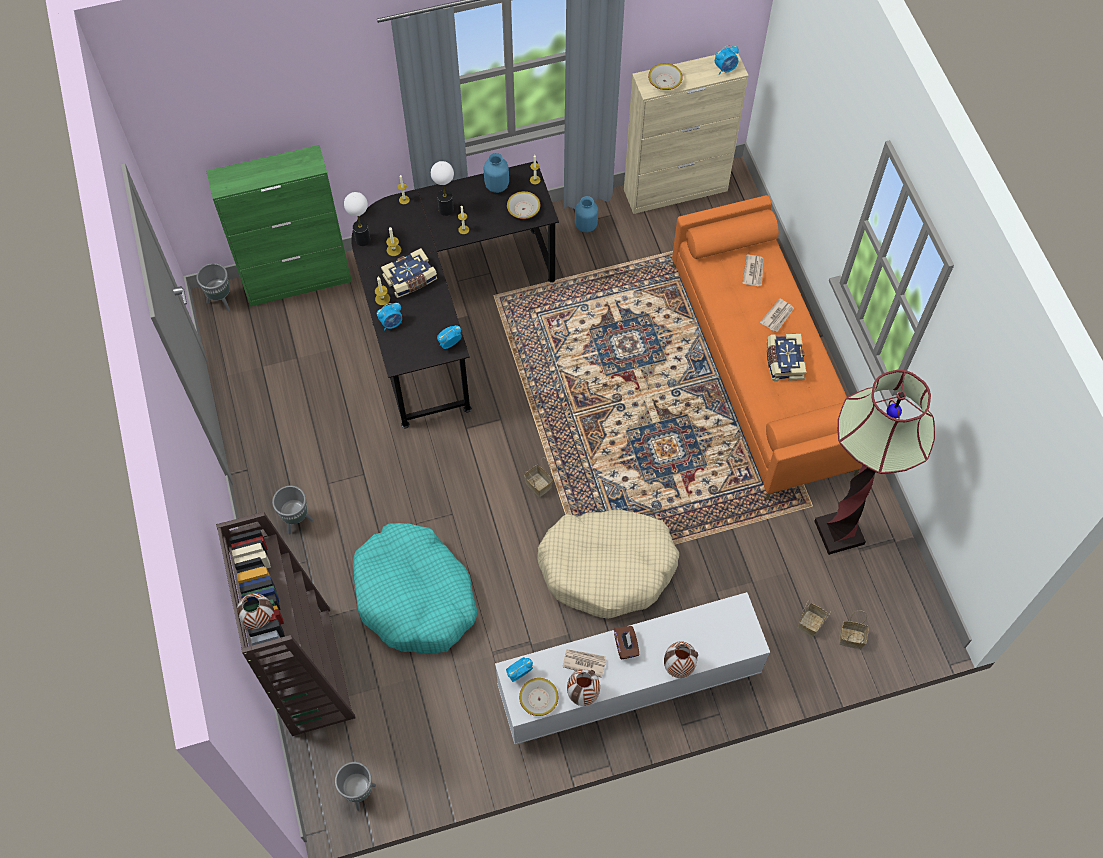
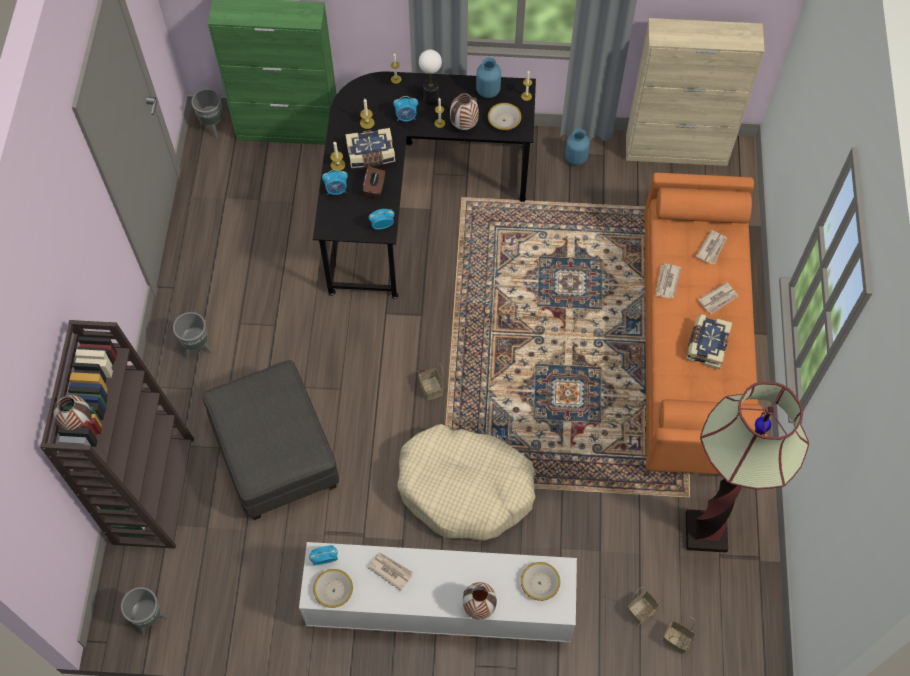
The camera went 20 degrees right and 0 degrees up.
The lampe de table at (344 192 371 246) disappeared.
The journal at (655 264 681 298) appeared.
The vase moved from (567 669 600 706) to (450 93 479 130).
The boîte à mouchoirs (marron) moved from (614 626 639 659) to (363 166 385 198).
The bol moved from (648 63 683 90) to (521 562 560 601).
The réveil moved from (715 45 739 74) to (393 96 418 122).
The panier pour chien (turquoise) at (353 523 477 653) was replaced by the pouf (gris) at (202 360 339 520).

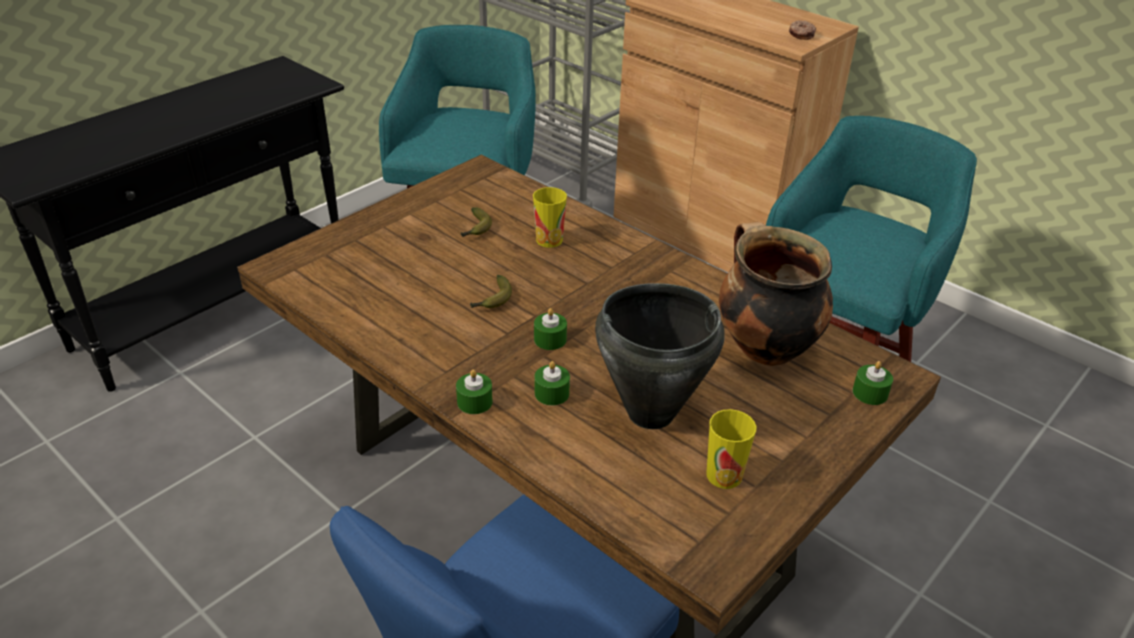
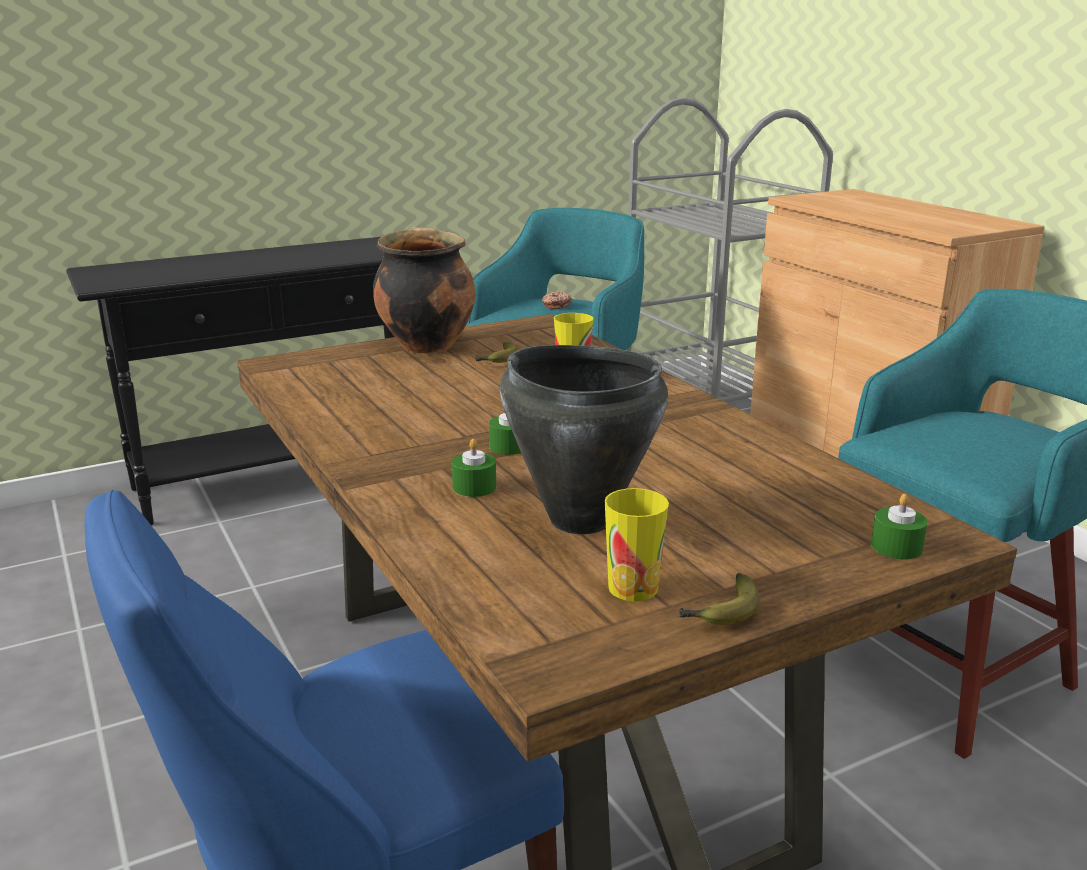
The camera went 20 degrees right and 15 degrees down.
The bougie (vert) at (456 369 493 414) disappeared.
The banane moved from (470 275 512 308) to (679 573 760 625).
The marmite moved from (719 222 833 366) to (373 227 475 354).
The beignet moved from (789 20 816 40) to (542 292 572 309).

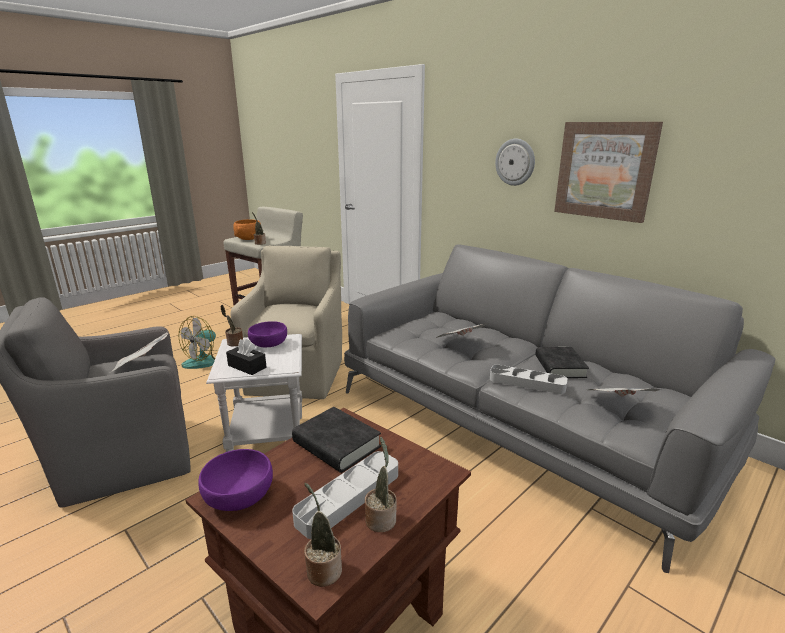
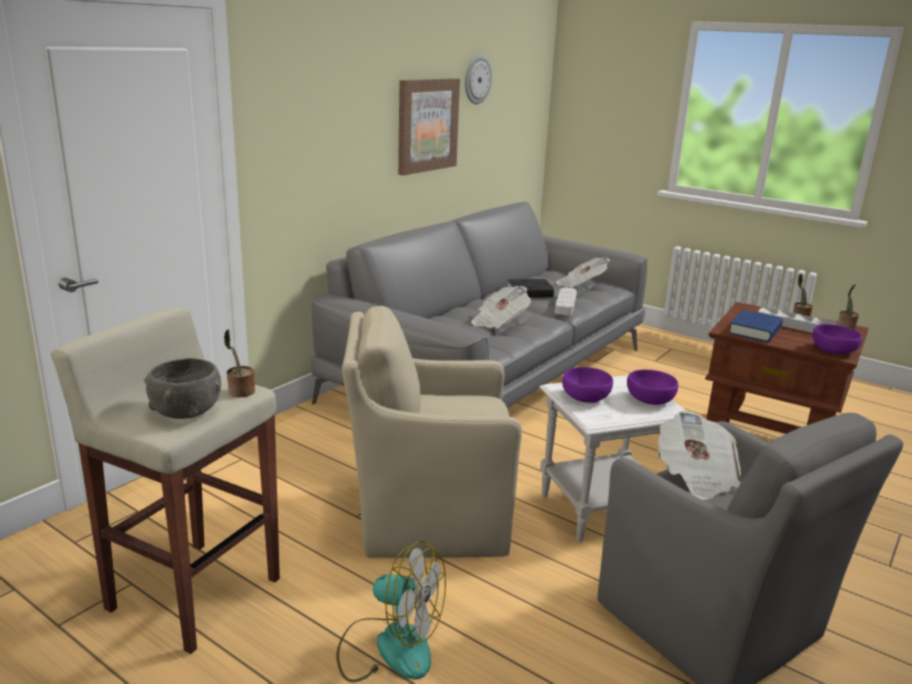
The camera went 100 degrees left and 0 degrees up.
The plante en pot at (221 305 243 346) disappeared.
The horloge murale moved from (495 138 535 186) to (465 55 492 104).
The boîte à mouchoirs (noir) at (226 338 267 375) was replaced by the bol (violet) at (627 370 678 405).
The bol (orange) at (233 219 261 240) became the bol (gris) at (144 358 221 419).
The livre (noir) at (292 407 381 473) became the livre (bleu) at (729 310 783 342).

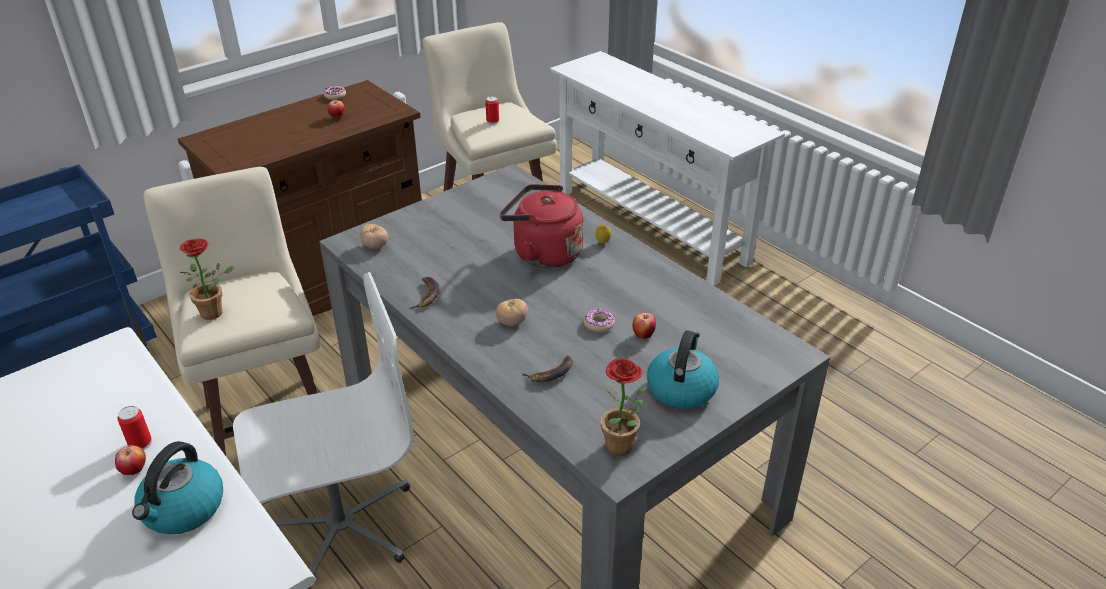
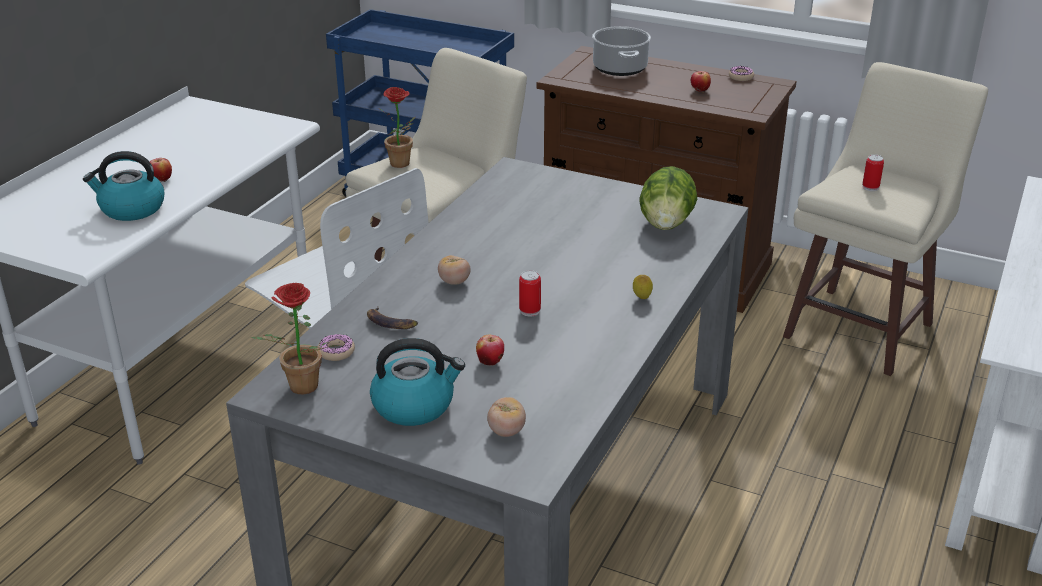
The camera went 65 degrees right and 5 degrees down.
The banane at (409 277 440 309) disappeared.
The bouilloire (rouge) at (500 184 584 268) disappeared.
The marmite at (592 26 651 76) appeared.
The laitue at (639 166 697 230) appeared.
The boîte métallique moved from (118 406 152 450) to (519 270 541 316).
The tomate moved from (360 224 388 249) to (487 397 526 437).
The beignet moved from (583 308 615 332) to (317 334 355 361).

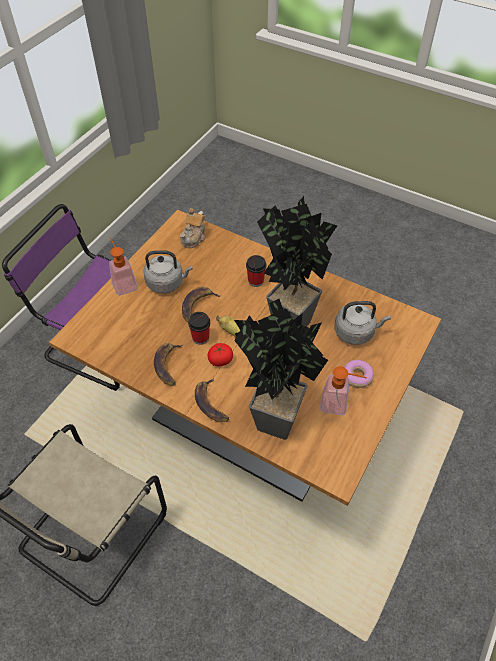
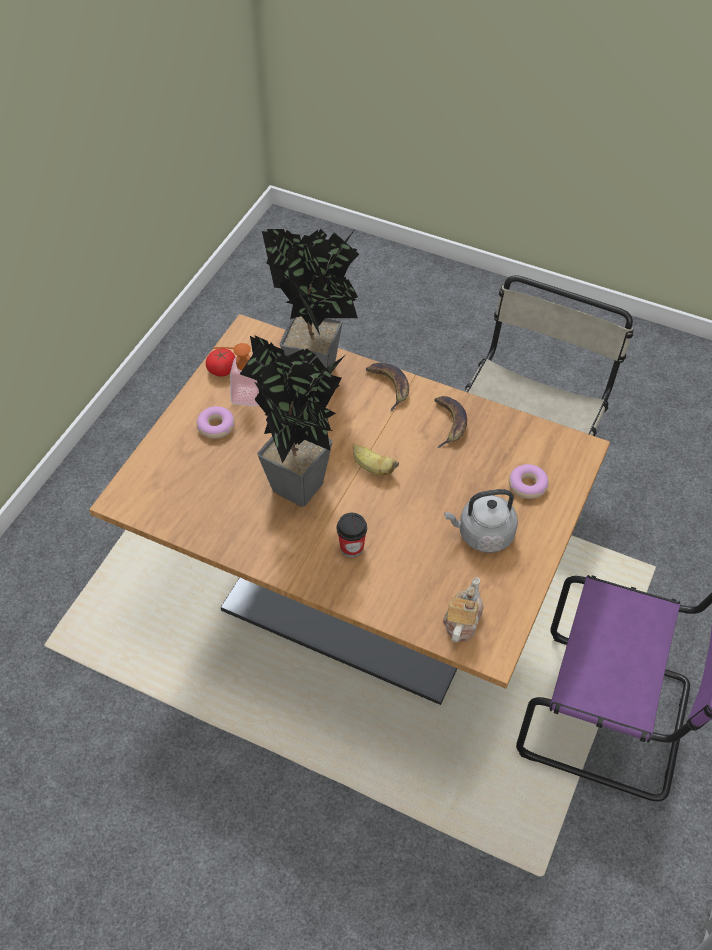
The camera went 175 degrees right and 0 degrees up.
The distributeur de savon at (109 238 138 296) disappeared.
The banane at (182 287 220 322) disappeared.
The tasse at (188 312 210 345) disappeared.
The bouilloire (gris) at (335 301 391 345) disappeared.
The beignet at (509 464 549 499) appeared.
The tomate moved from (208 343 233 366) to (206 349 235 377).

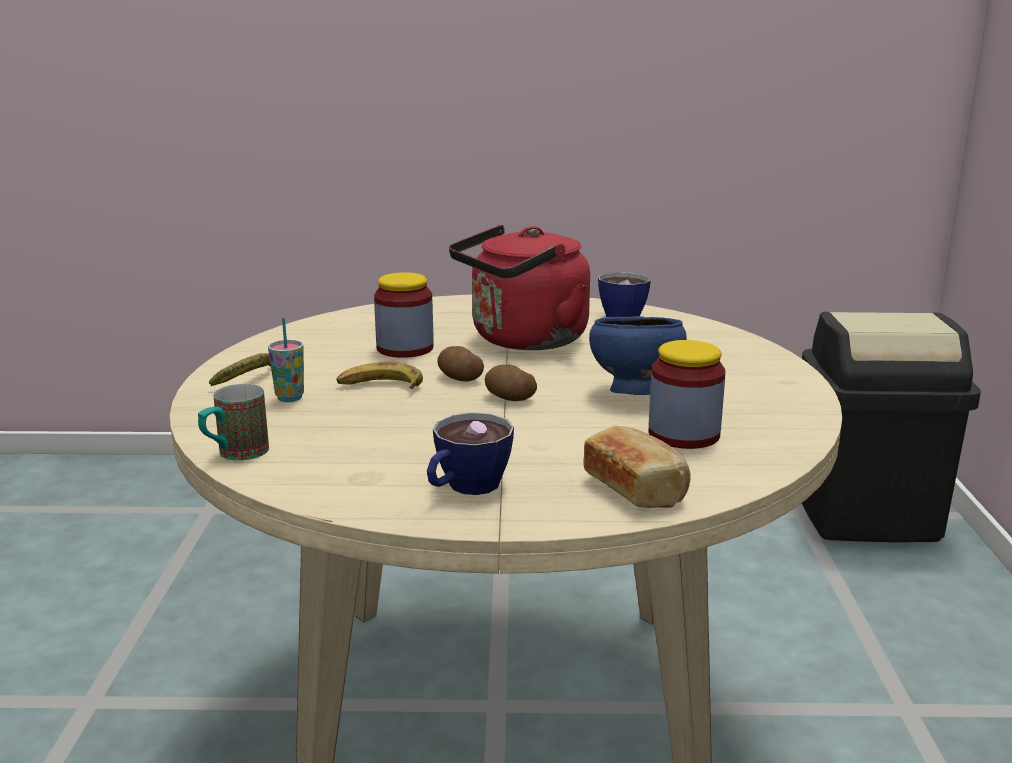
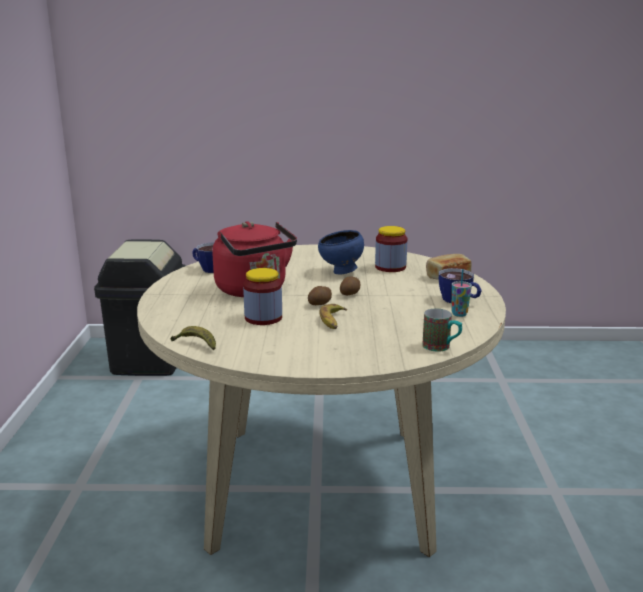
The camera went 90 degrees left and 0 degrees up.
The banane moved from (209 353 271 386) to (171 326 216 350).
The tasse moved from (268 318 304 402) to (452 269 472 317).

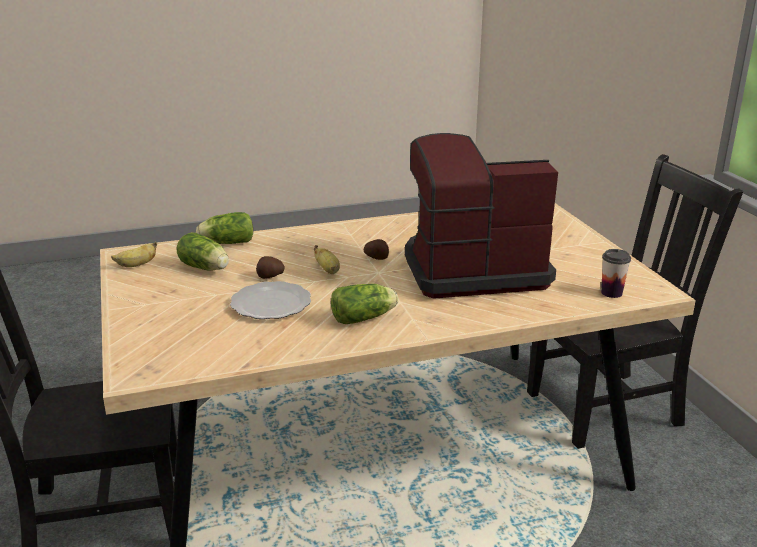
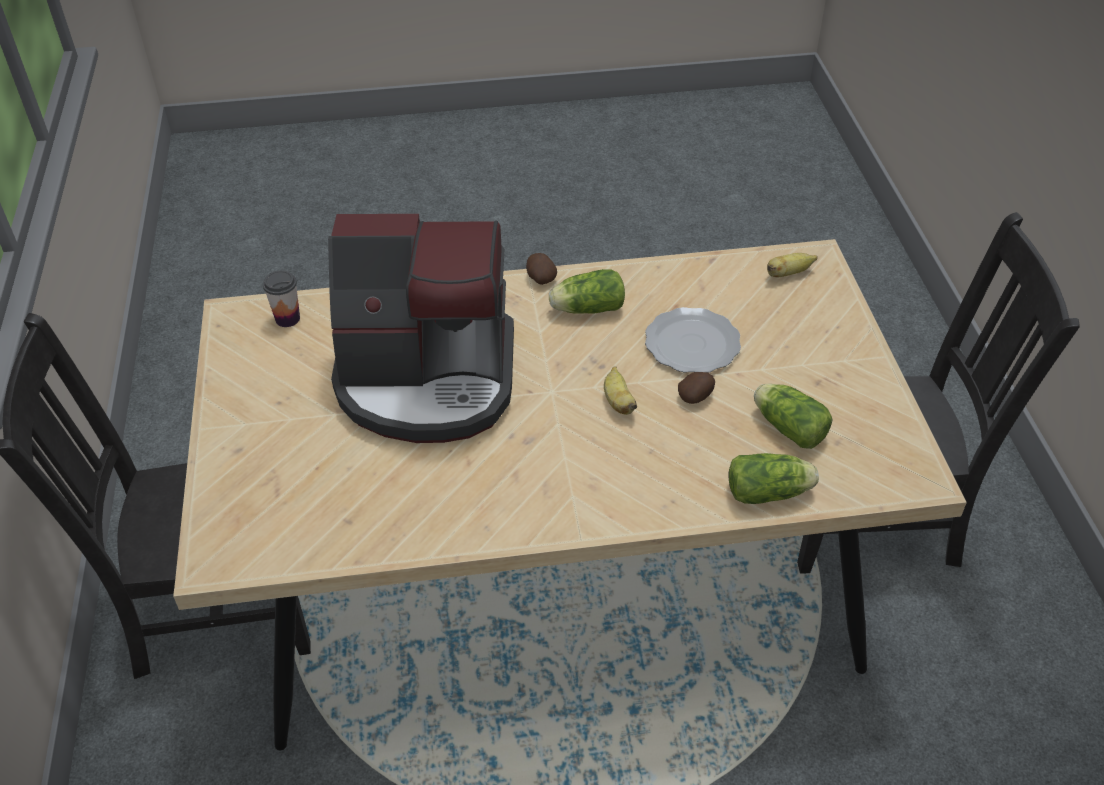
The camera went 170 degrees left and 20 degrees up.
The banane moved from (111 241 157 267) to (767 253 818 277).
The pomme de terre moved from (364 239 389 260) to (526 253 557 285).

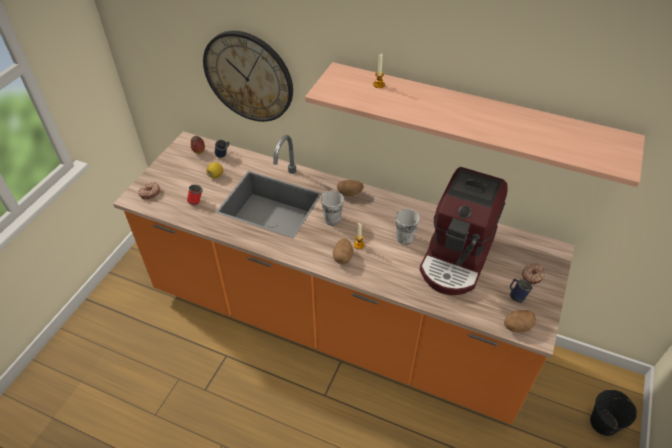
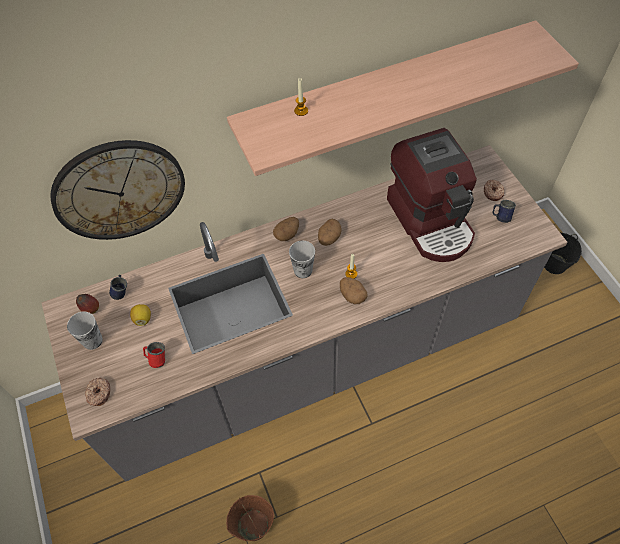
The camera went 45 degrees left and 10 degrees up.
The seau (marron) at (226 495 274 541) appeared.
The tasse moved from (396 209 419 245) to (67 312 103 350).
The pomme de terre moved from (504 310 536 332) to (318 219 341 246).
The comptoir de cuisine (orange) at (113 131 575 424) became the comptoir de cuisine (gris) at (41 145 568 482).

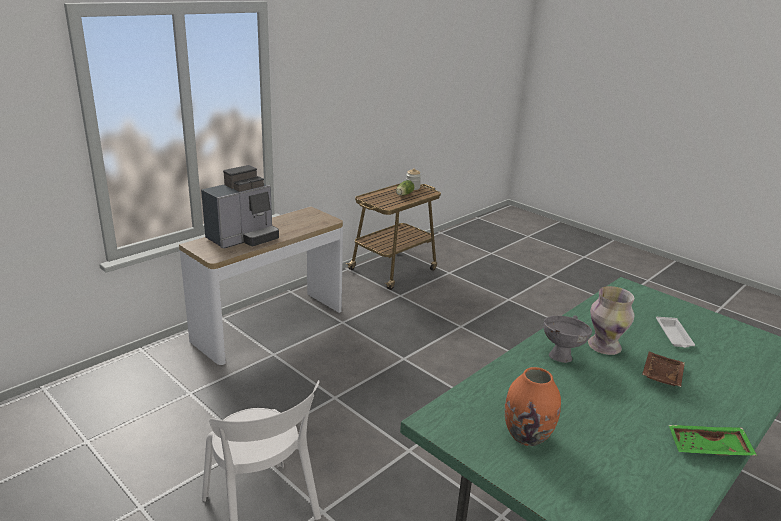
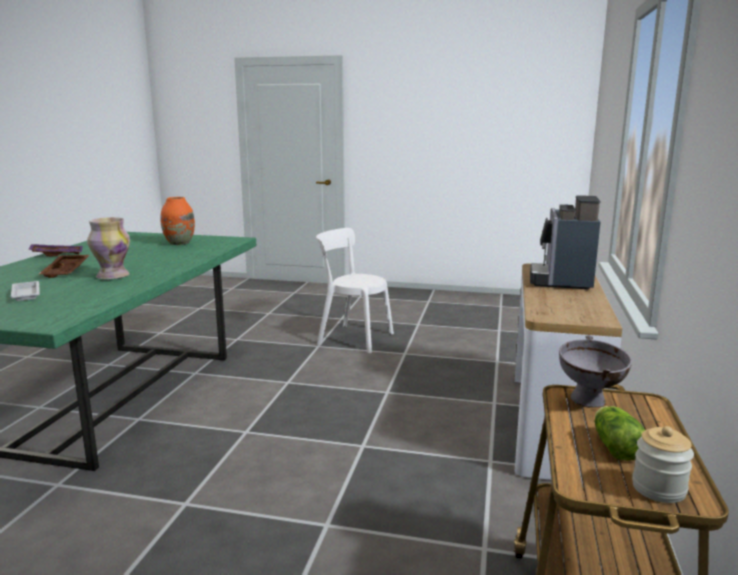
The camera went 150 degrees right and 10 degrees down.
The bol (gris) moved from (543 315 592 363) to (559 335 632 408).
The plateau (vert) at (669 425 757 456) became the plateau (violet) at (28 244 83 256).

